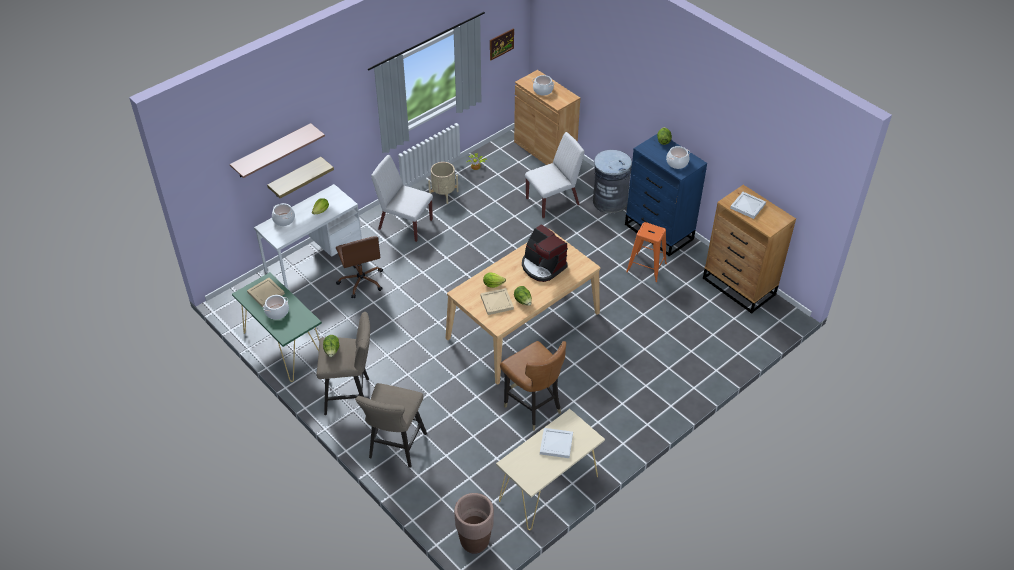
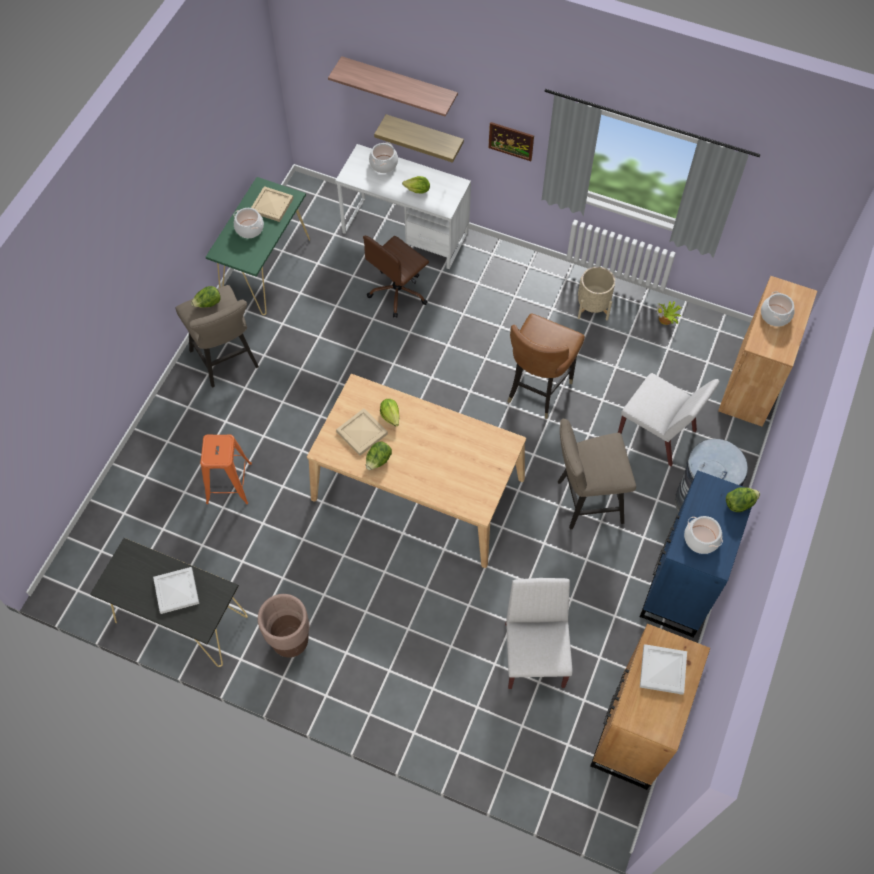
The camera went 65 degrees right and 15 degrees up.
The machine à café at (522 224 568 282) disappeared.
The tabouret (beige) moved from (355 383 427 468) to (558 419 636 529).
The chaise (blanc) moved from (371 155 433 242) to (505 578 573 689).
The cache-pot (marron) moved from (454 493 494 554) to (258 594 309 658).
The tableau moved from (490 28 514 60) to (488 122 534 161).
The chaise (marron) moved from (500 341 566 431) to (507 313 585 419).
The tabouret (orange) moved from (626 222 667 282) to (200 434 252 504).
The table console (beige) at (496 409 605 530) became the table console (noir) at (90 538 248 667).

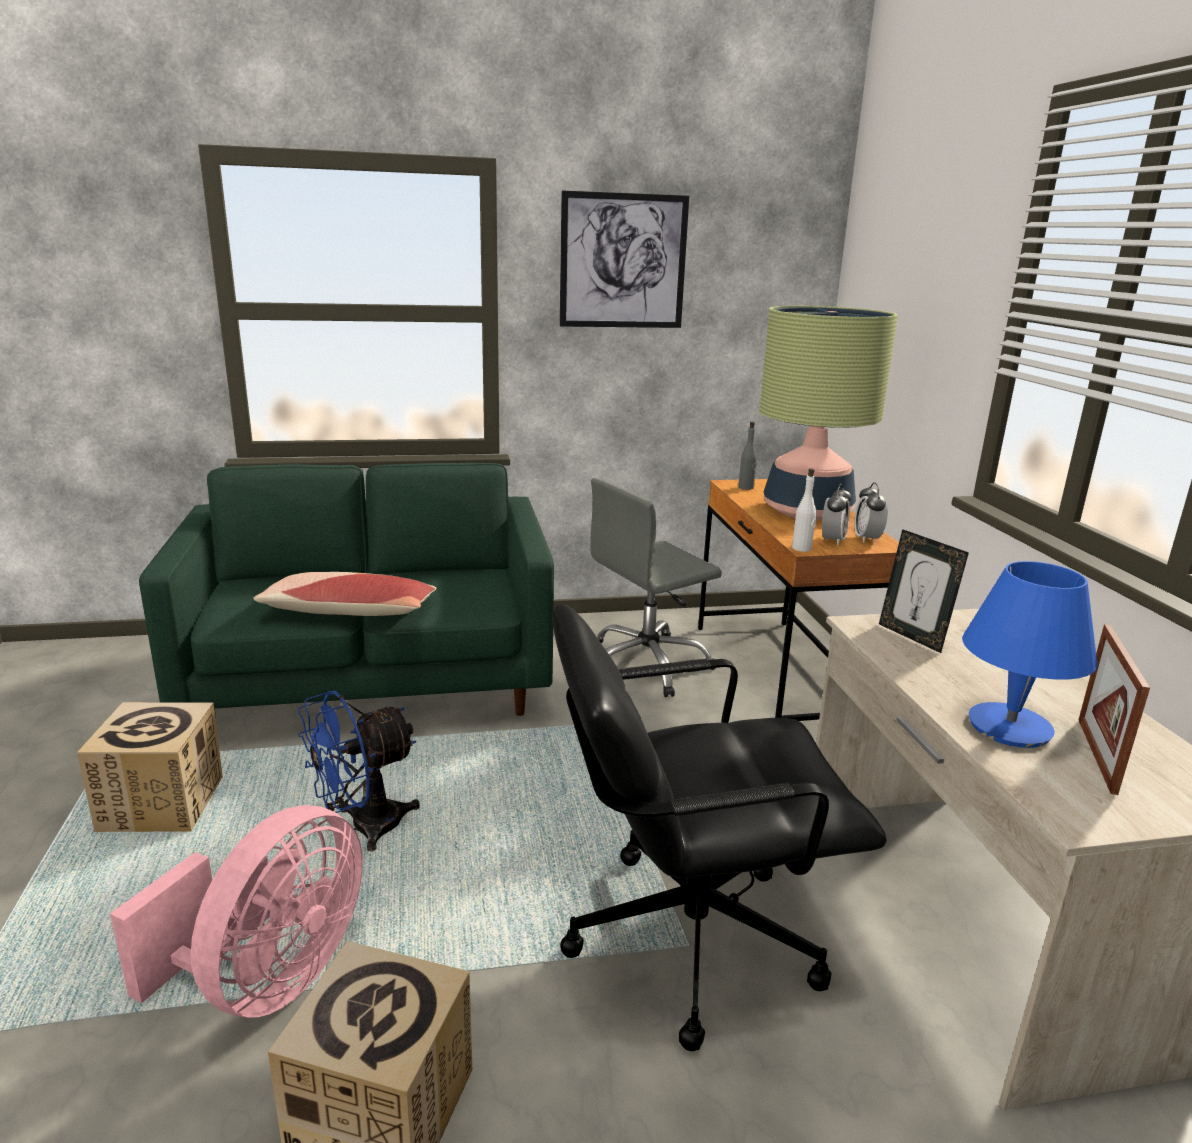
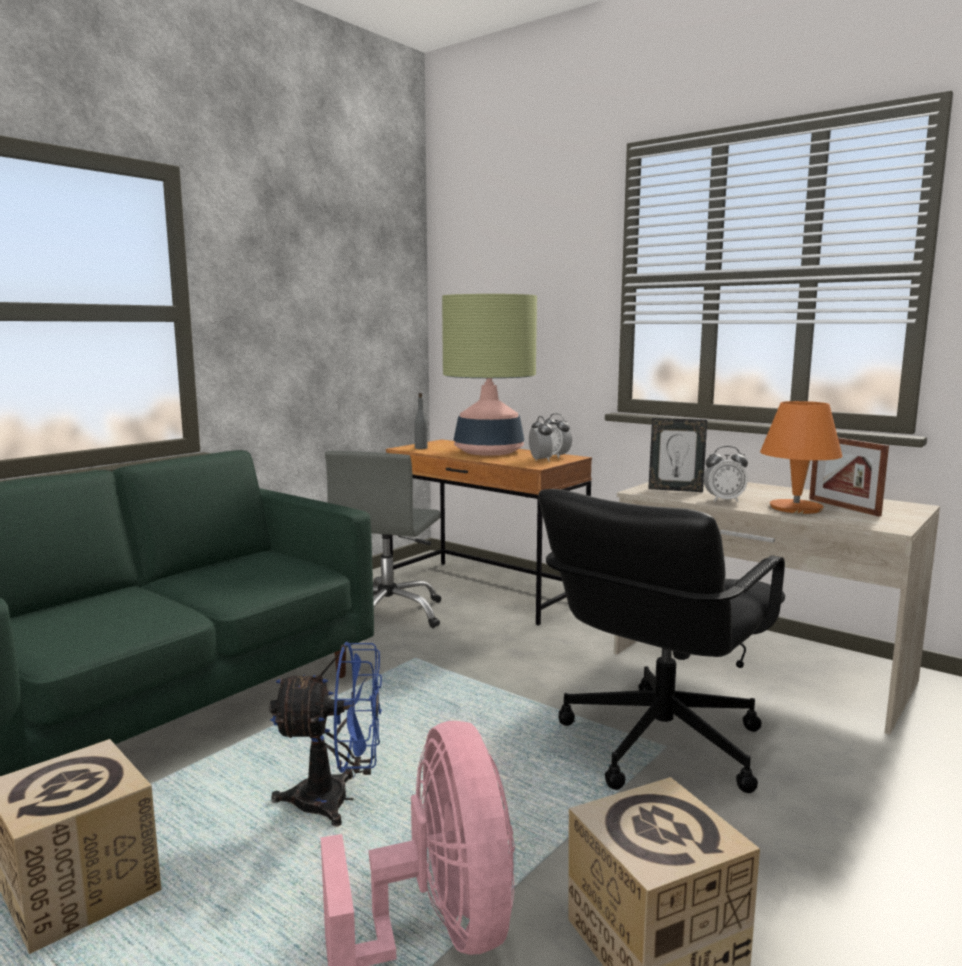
The camera went 40 degrees left and 10 degrees down.
The coussin at (253 572 436 616) disappeared.
The tableau at (560 191 689 328) disappeared.
The bouteille (blanc) at (792 469 816 552) disappeared.
The réveil at (703 446 748 502) appeared.
The lampe de table (bleu) at (962 561 1097 748) became the lampe de table (orange) at (760 401 843 514).
The ventilateur (bleu) at (298 691 420 851) turned 105 degrees counterclockwise.

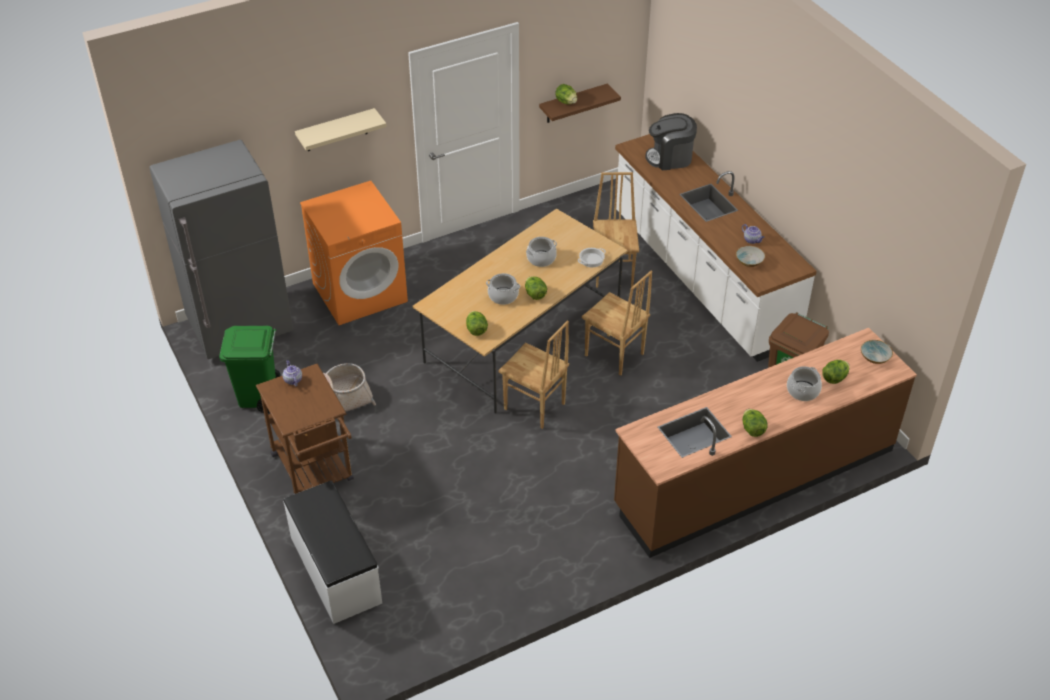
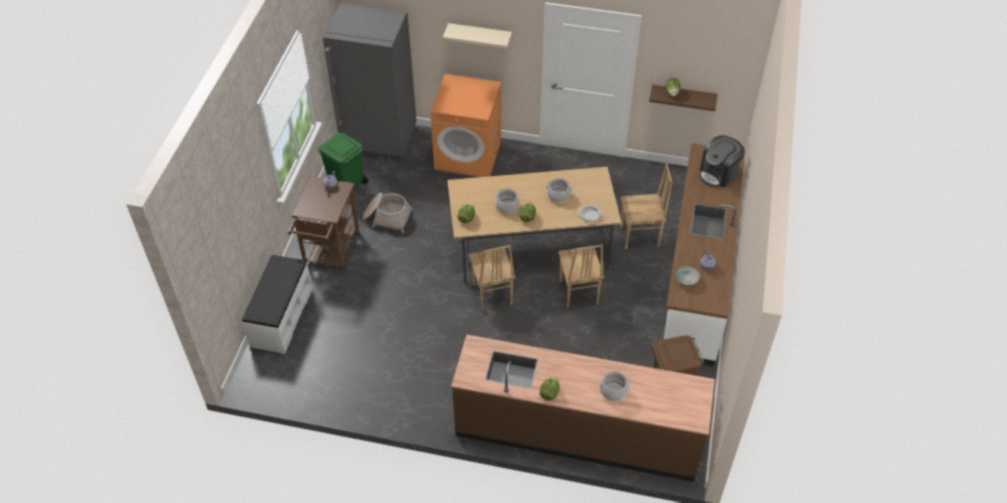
The camera went 40 degrees right and 5 degrees up.
The laitue at (822 360 850 384) disappeared.
The bol at (861 340 893 364) disappeared.
The chaise (marron) at (593 172 639 288) turned 45 degrees clockwise.
The machine à café at (645 113 697 170) turned 75 degrees counterclockwise.

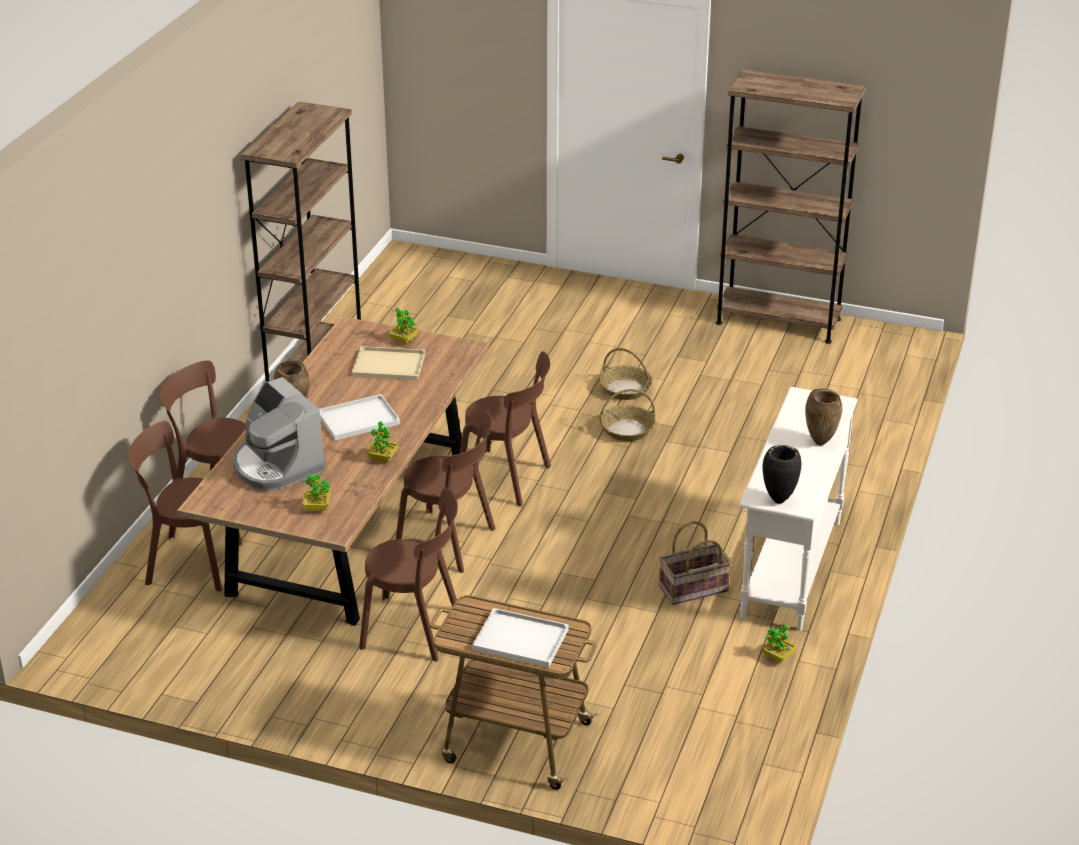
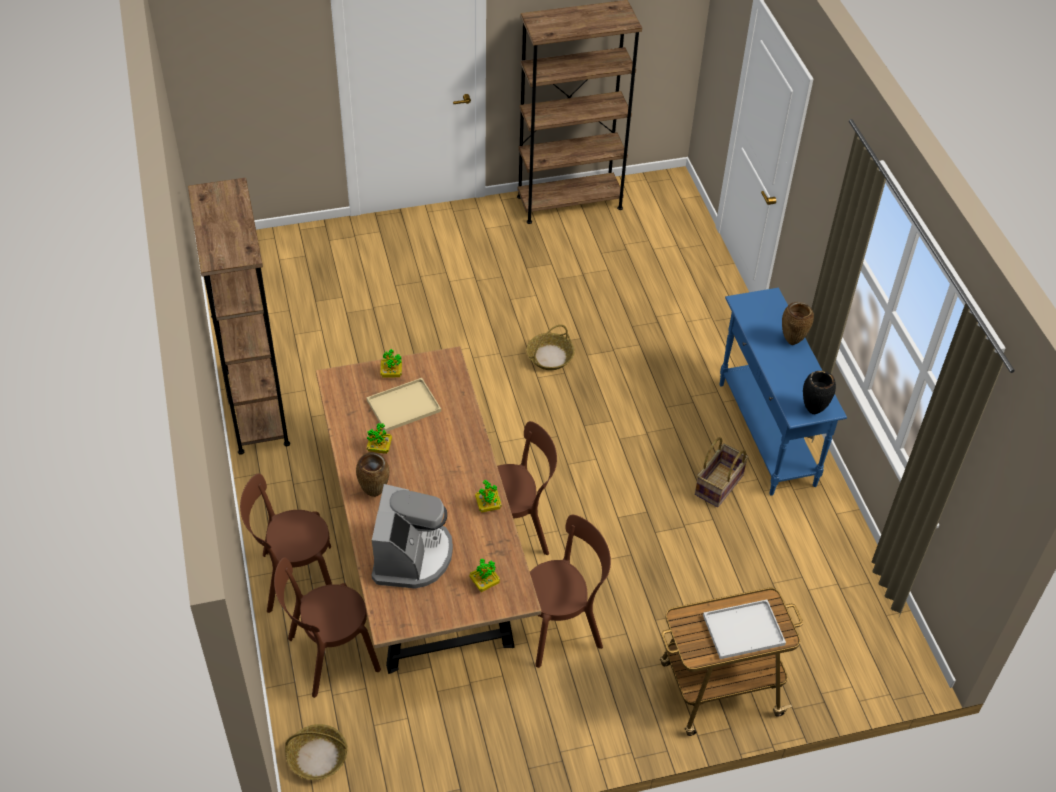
The camera went 35 degrees left and 15 degrees up.
The plateau (blanc) at (320 394 400 440) disappeared.
The chaise (marron) at (460 351 551 507) disappeared.
The panier moved from (599 348 653 400) to (285 724 347 780).
The plante en pot moved from (762 625 796 663) to (367 423 392 454).
The table console (blanc) at (739 387 858 631) became the table console (bleu) at (719 288 847 496).
The machine à café at (233 377 326 491) turned 105 degrees counterclockwise.

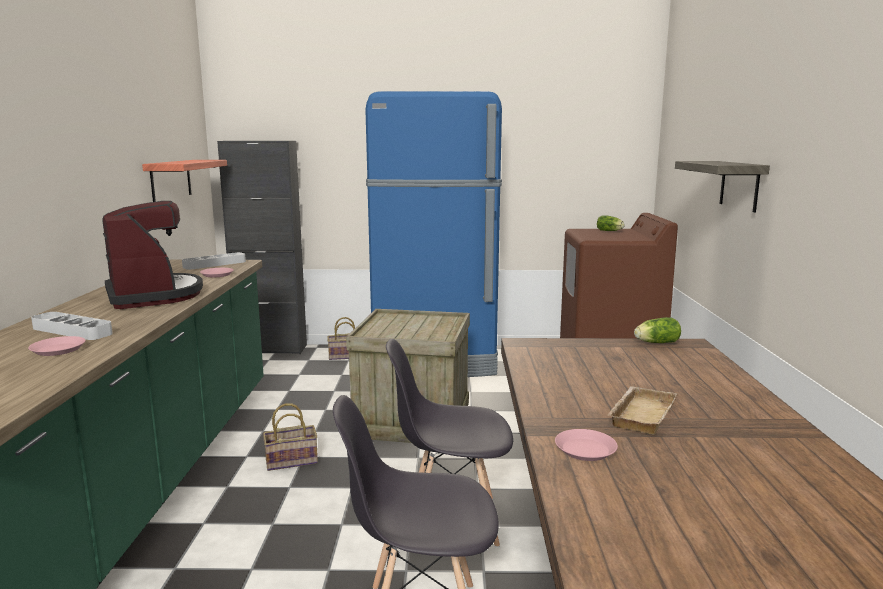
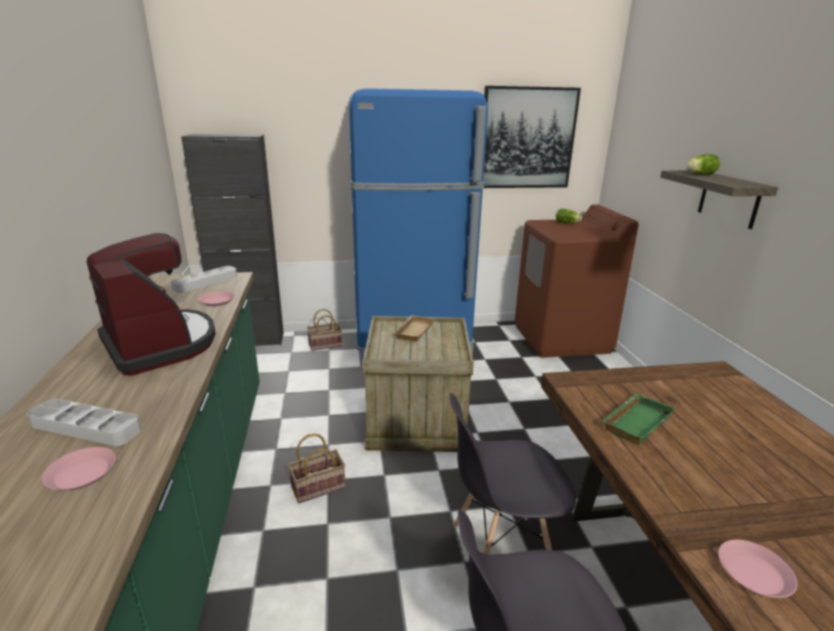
The camera went 10 degrees left and 10 degrees up.
The étagère at (142 160 227 202) disappeared.
The tableau at (483 86 581 188) appeared.
The plateau (vert) at (601 393 676 445) appeared.
The plateau (beige) moved from (608 386 677 434) to (394 315 435 342).
The laitue moved from (634 317 681 343) to (686 154 720 174).

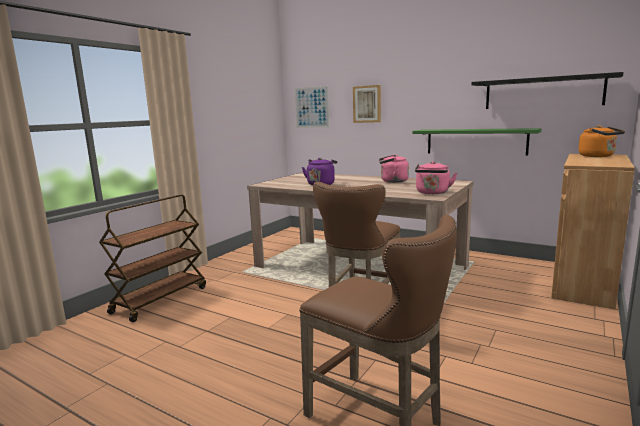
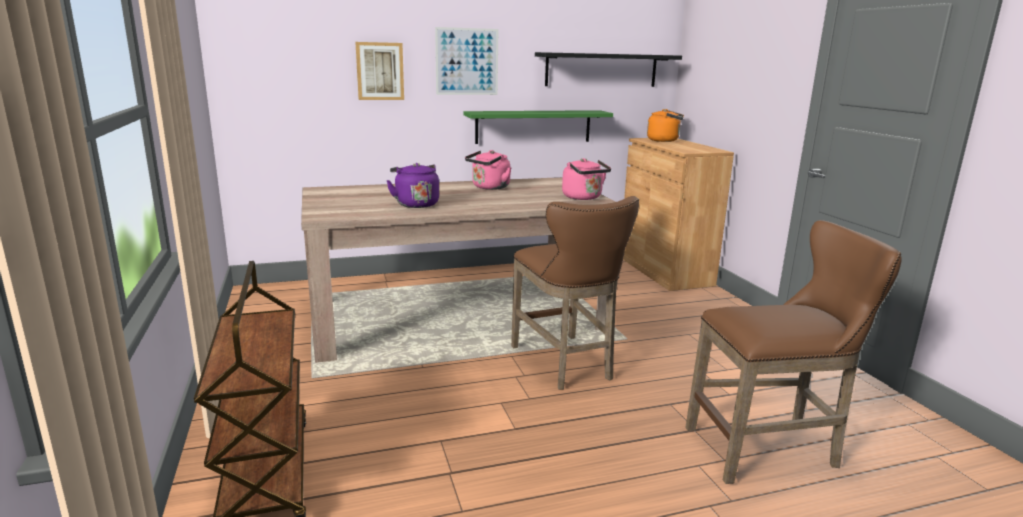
The camera went 50 degrees left and 5 degrees up.
The tableau moved from (295 86 330 128) to (435 27 498 95).

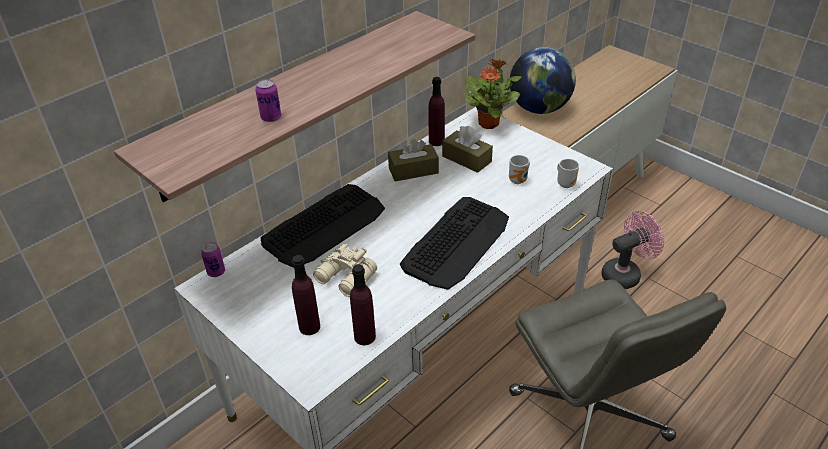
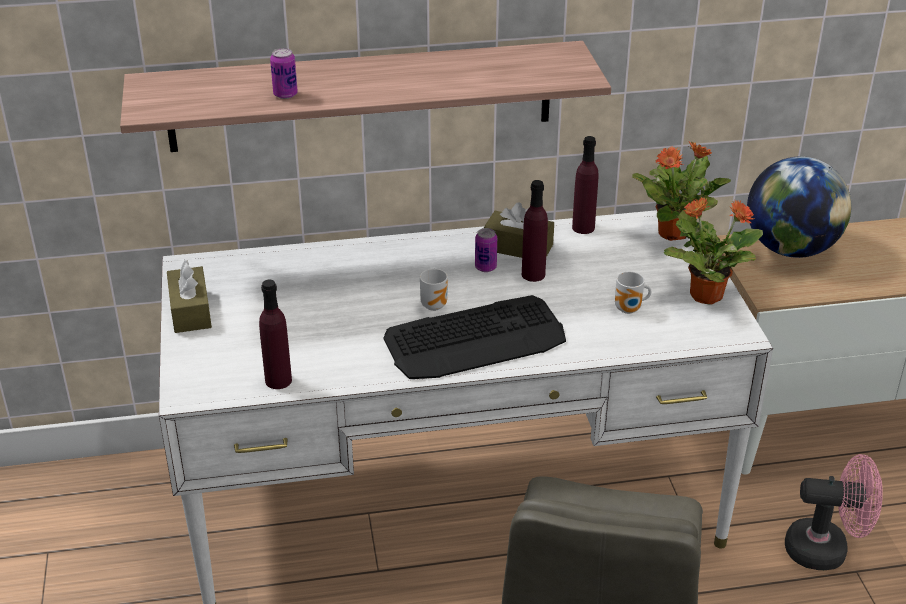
The camera went 35 degrees right and 5 degrees down.
The clavier at (261 184 385 268) disappeared.
The jumelles (beige) at (313 243 377 297) disappeared.
The plante en pot at (663 197 763 305) appeared.
The boîte métallique moved from (201 242 225 277) to (475 228 497 272).
The bouteille (violet) moved from (292 255 320 335) to (522 180 548 282).
The boîte à mouchoirs (marron) moved from (442 126 493 173) to (167 260 212 333).
The mug moved from (557 159 579 188) to (420 269 448 311).

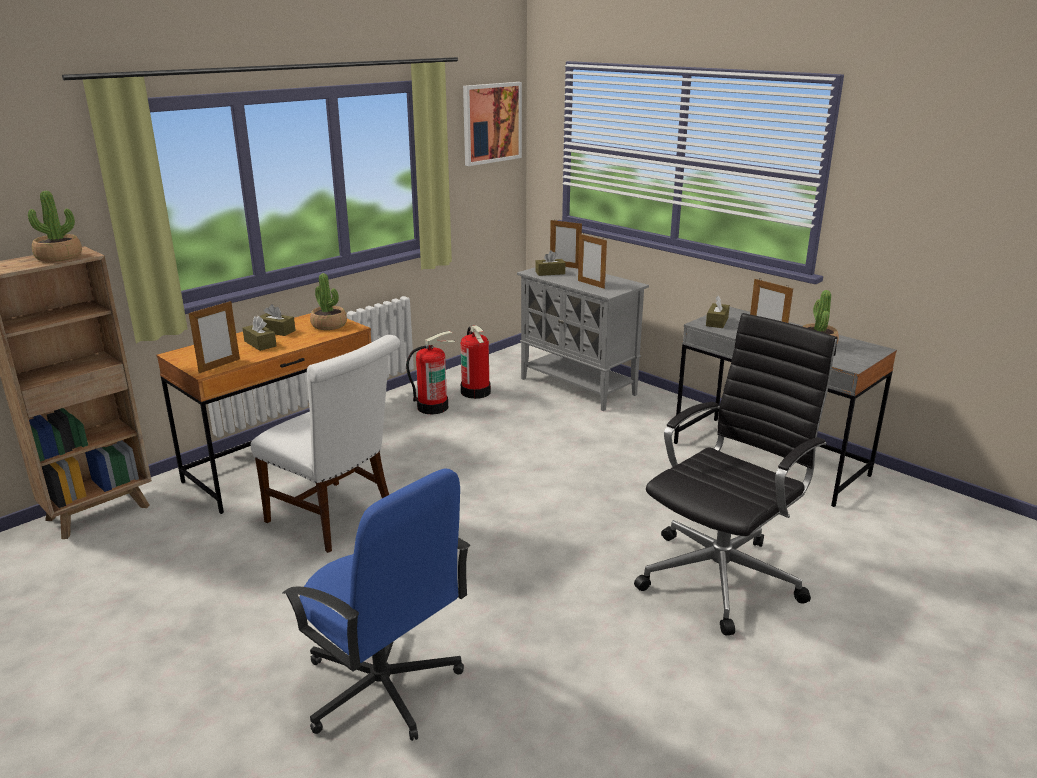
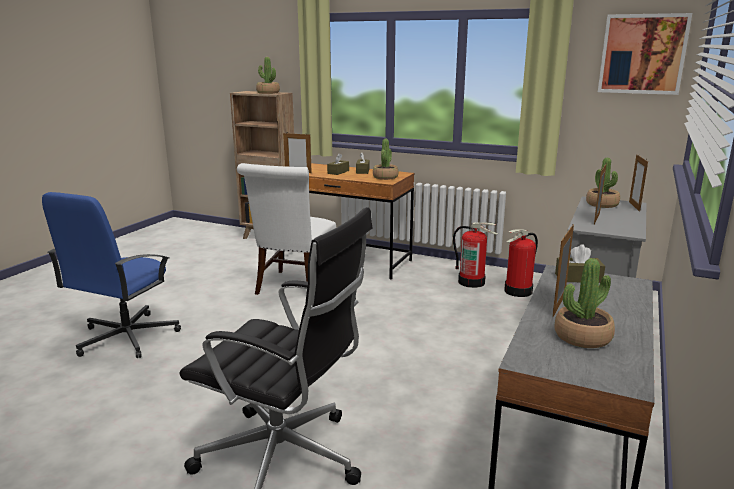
The camera went 70 degrees right and 5 degrees down.
The boîte à mouchoirs (marron) at (535 250 565 276) was replaced by the plante en pot at (586 158 620 208).

